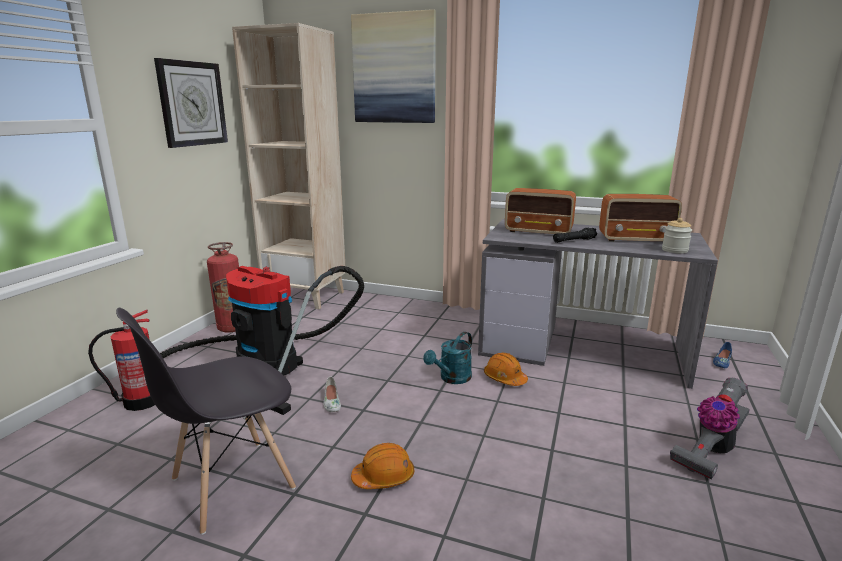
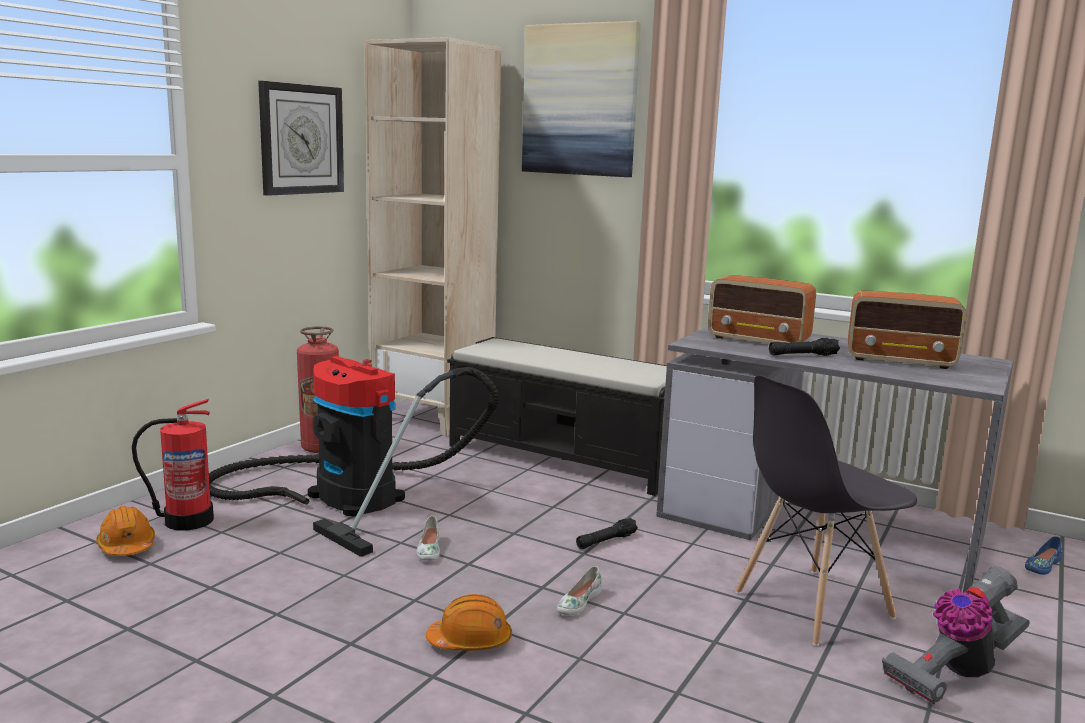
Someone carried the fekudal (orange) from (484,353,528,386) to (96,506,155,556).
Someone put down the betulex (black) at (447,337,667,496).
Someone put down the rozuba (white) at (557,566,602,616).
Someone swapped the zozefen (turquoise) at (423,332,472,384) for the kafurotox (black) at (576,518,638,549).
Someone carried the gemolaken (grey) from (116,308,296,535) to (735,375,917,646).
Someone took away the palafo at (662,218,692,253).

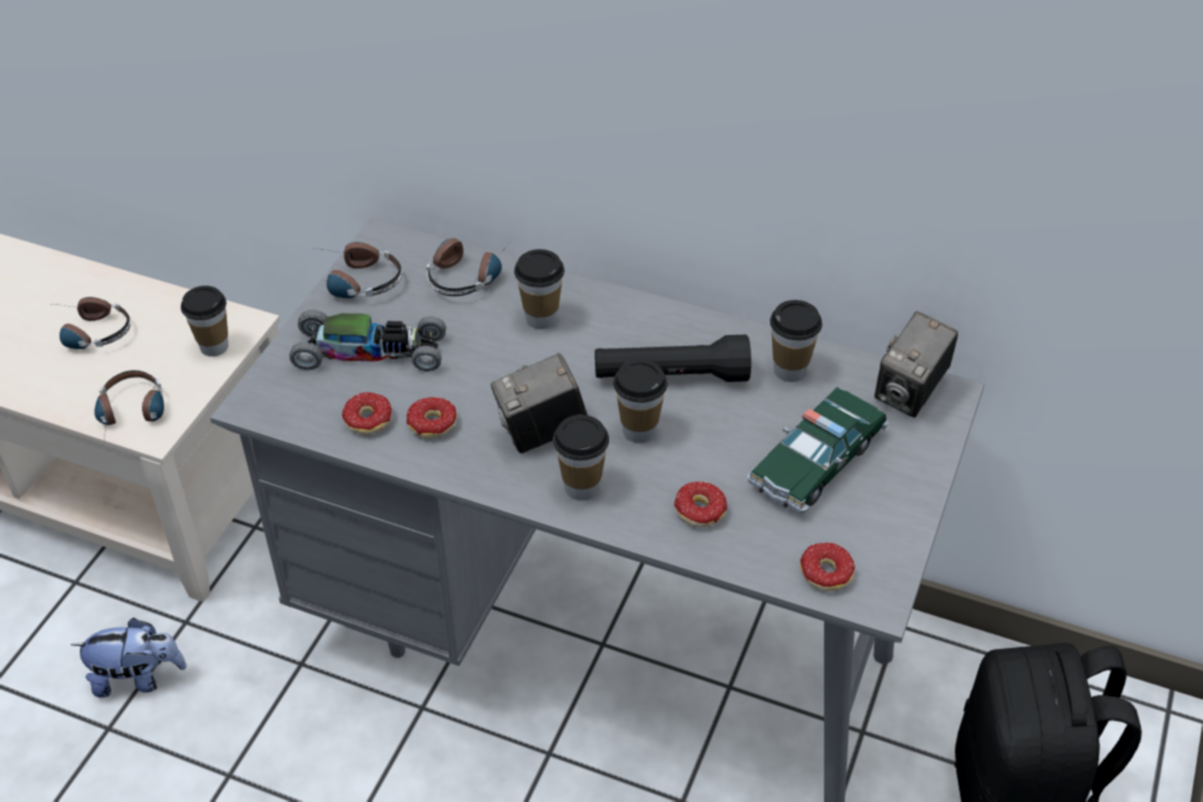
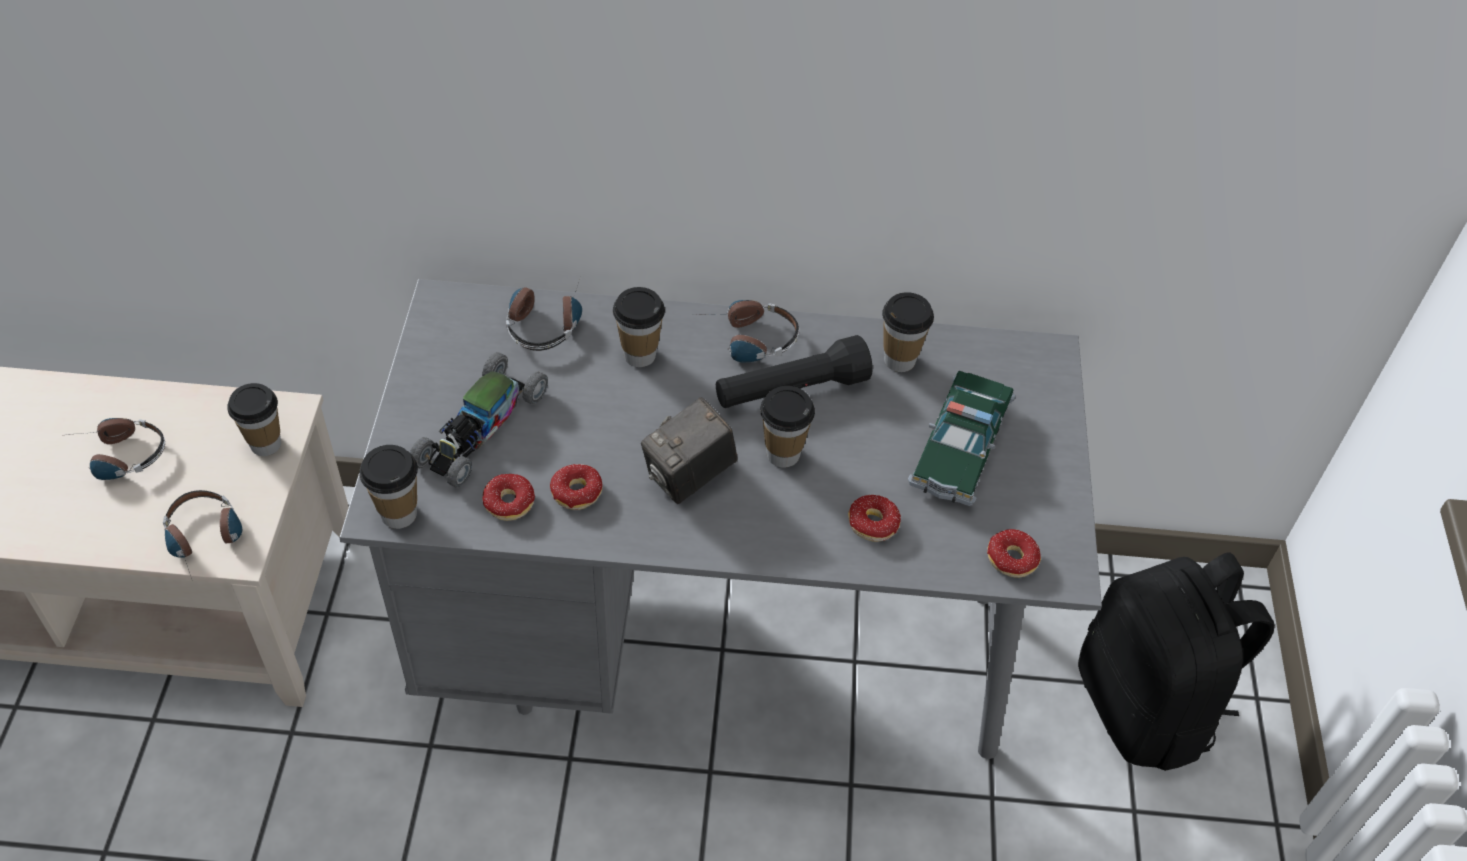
Someone carried the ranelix from (553,415,609,501) to (359,445,418,529).
Someone rotated the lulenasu at (289,310,446,372) by 135 degrees clockwise.
Someone carried the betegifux from (315,242,402,298) to (697,300,799,363).
Someone took away the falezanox at (71,618,187,698).
Someone took away the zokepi at (874,311,958,418).

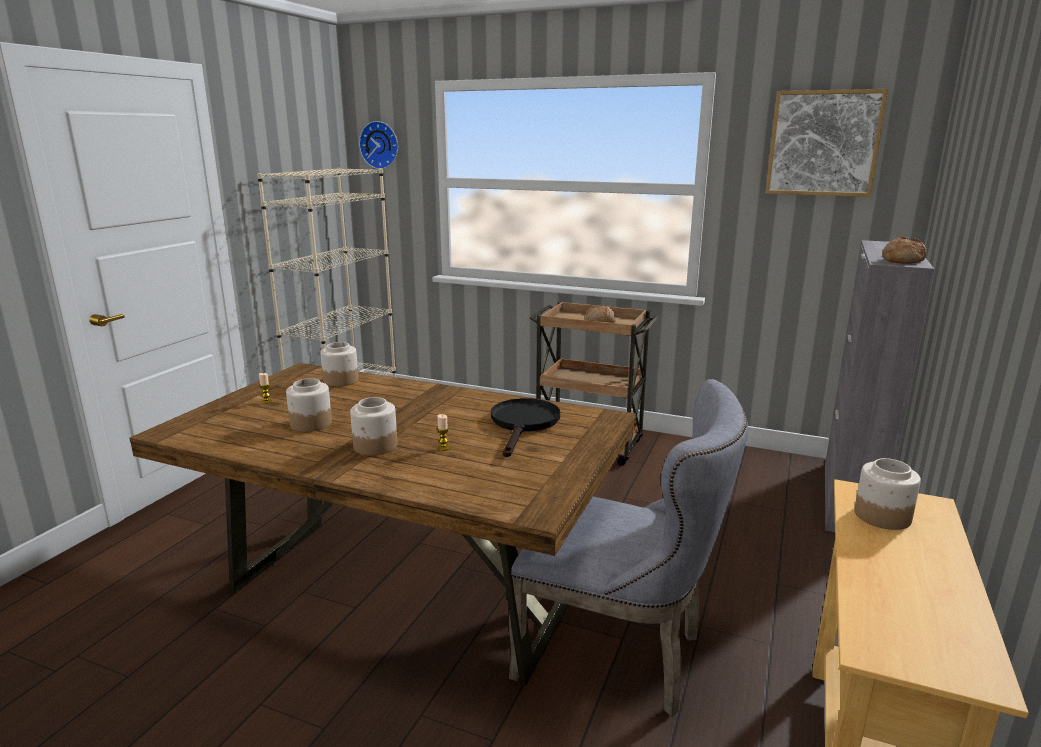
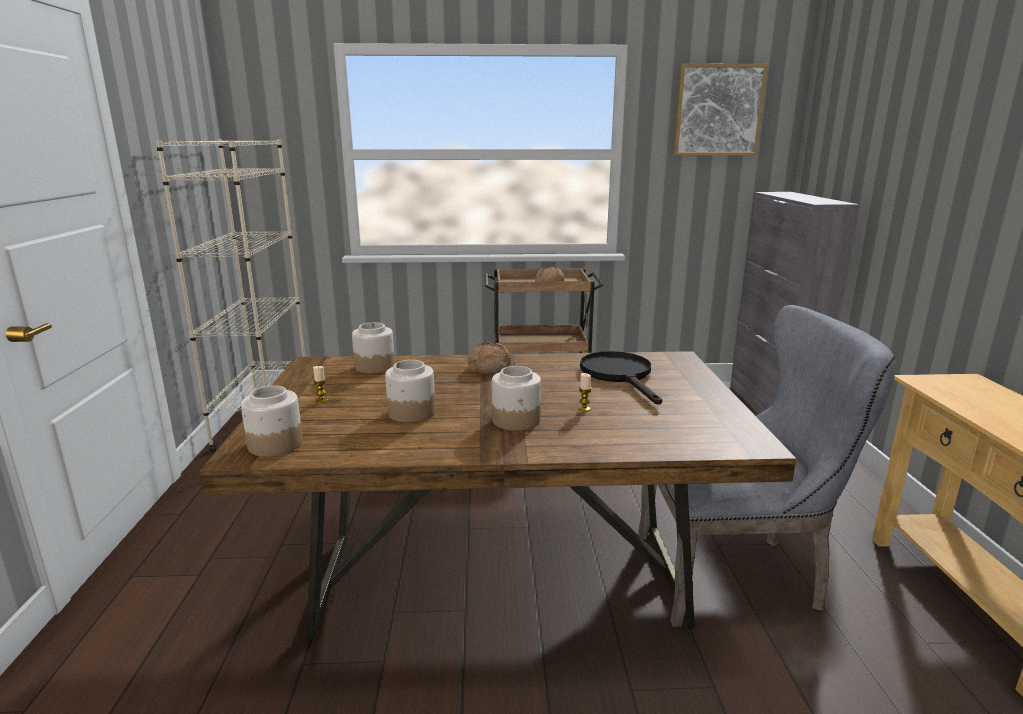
Someone carried the palafo from (855,458,921,530) to (241,386,303,457).
Someone carried the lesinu from (882,237,927,264) to (468,342,511,375).
Someone took away the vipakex at (359,121,398,169).

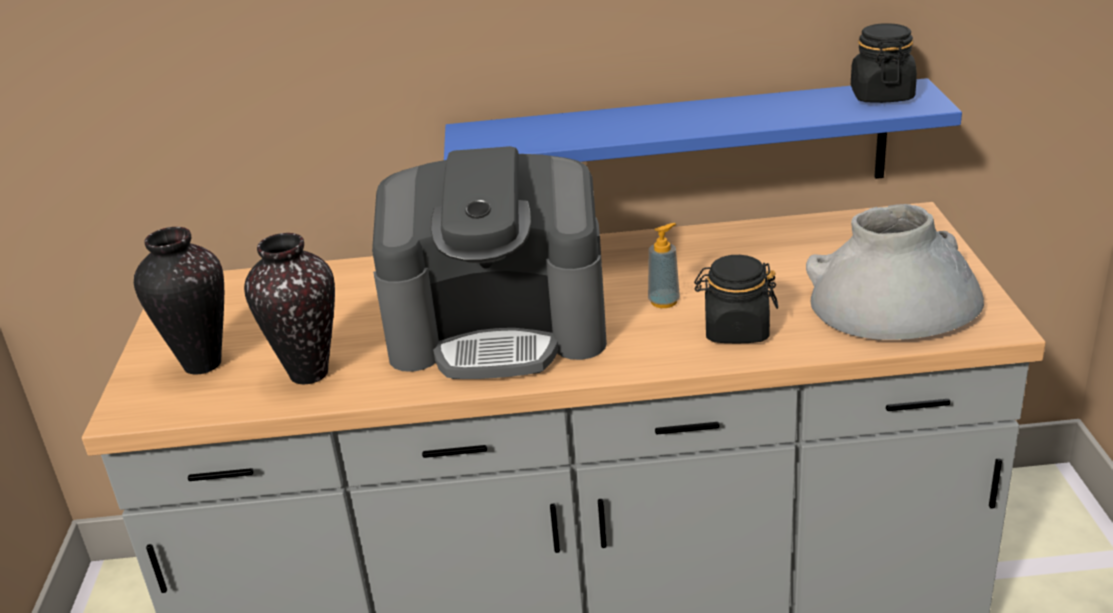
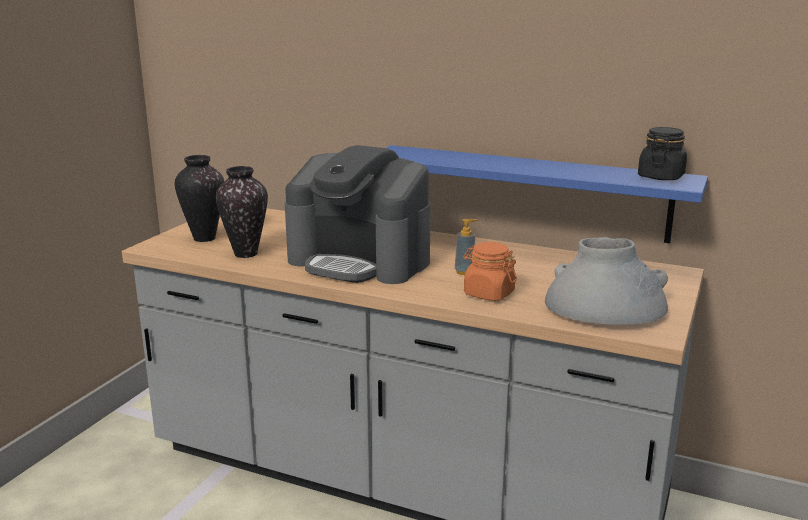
Someone repainted the palafo (black) at (694,255,778,343), which became the palafo (orange) at (464,242,517,301).

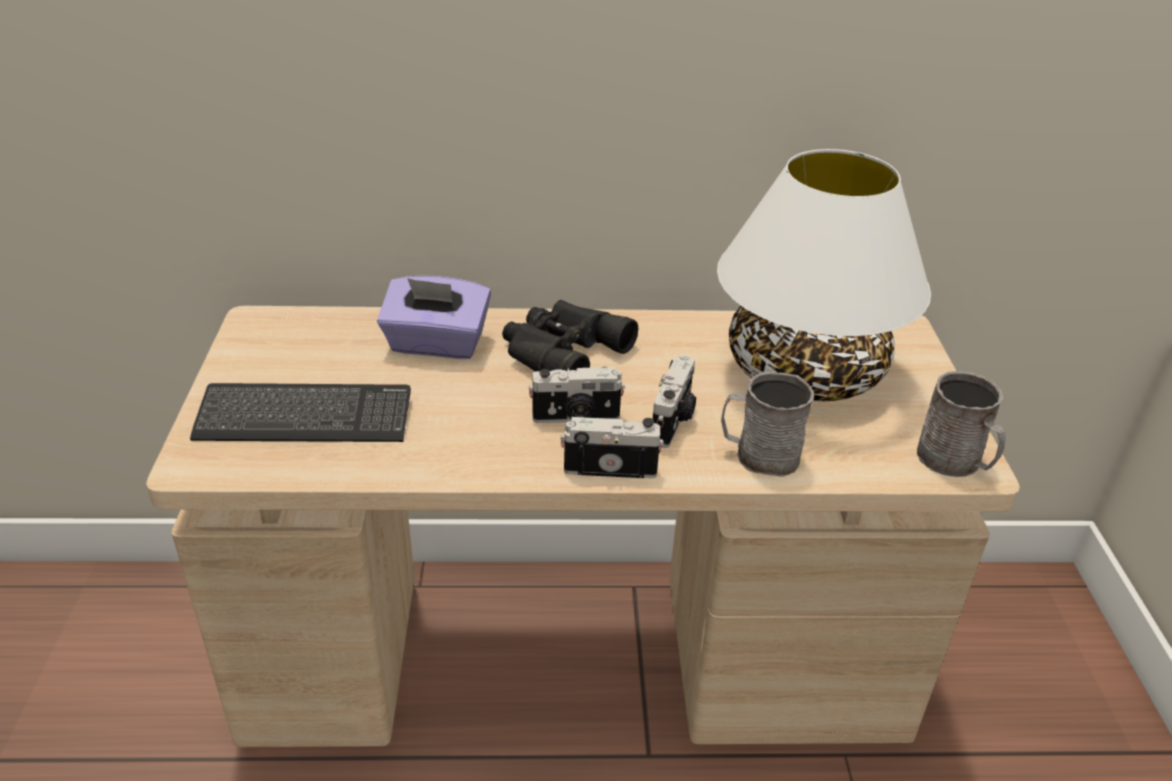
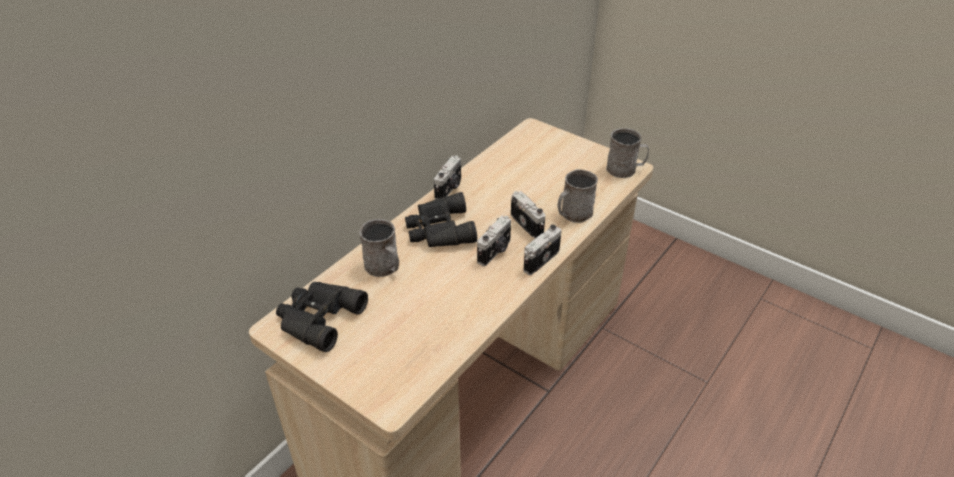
Someone put down the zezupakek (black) at (276,282,368,352).
Someone swapped the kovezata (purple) at (377,276,491,359) for the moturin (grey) at (359,219,399,277).
Someone put down the zokepi at (434,156,461,200).
Someone took away the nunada at (190,383,411,442).
Someone took away the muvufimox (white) at (717,149,931,402).

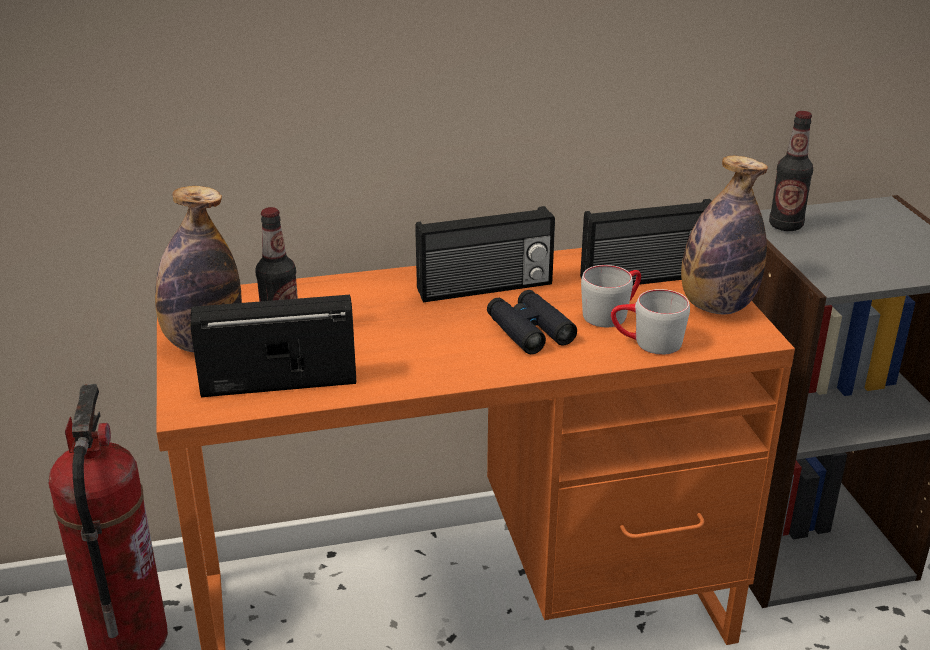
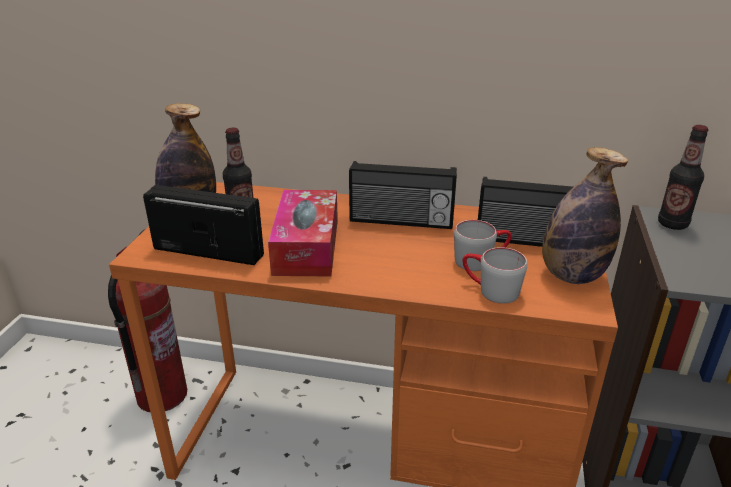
Someone put down the kovezata at (268,190,338,276).
Someone took away the zezupakek (black) at (487,290,577,354).

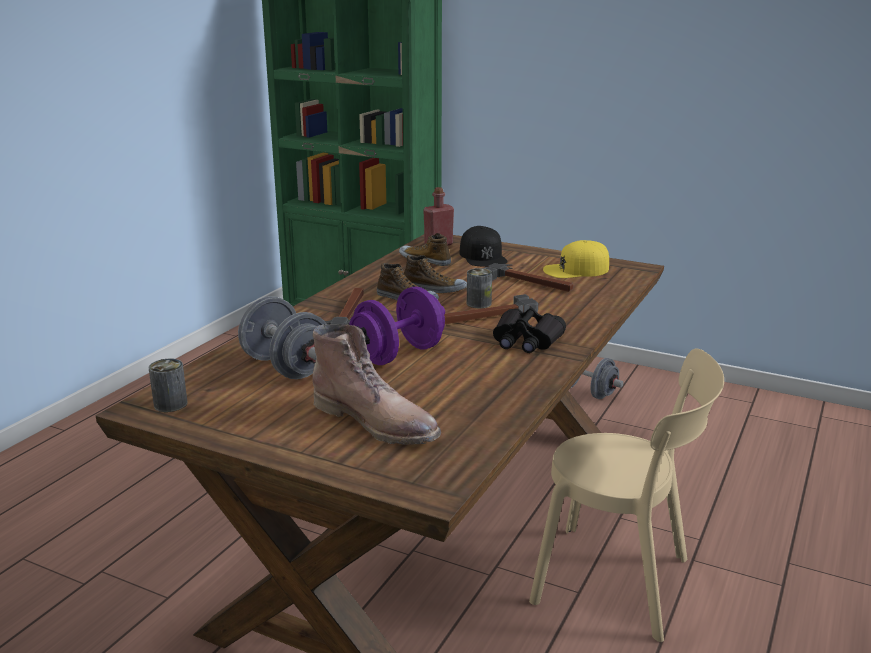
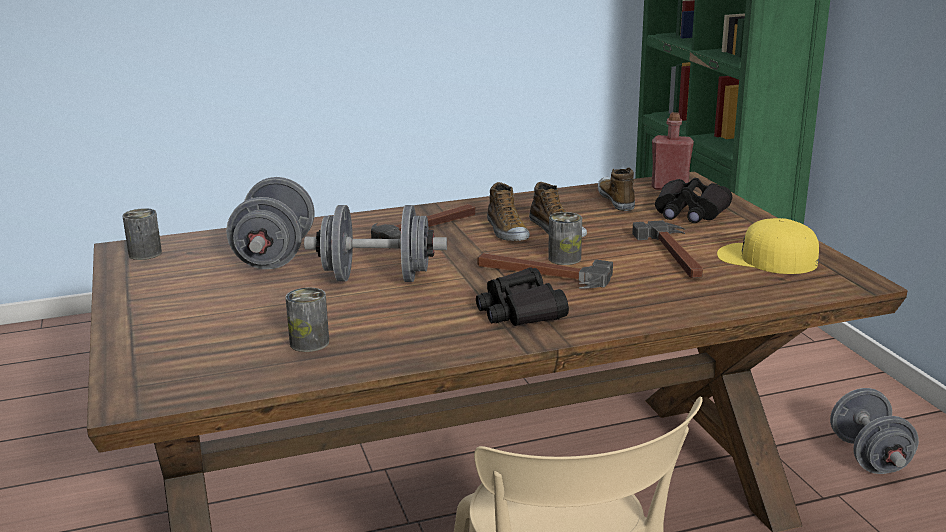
Someone put down the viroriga at (285,288,329,352).
Someone repainted the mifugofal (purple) at (349,286,445,365), which became the mifugofal (grey) at (304,205,447,282).
Someone swapped the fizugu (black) at (459,226,508,267) for the zezupakek (black) at (655,178,732,223).
Someone took away the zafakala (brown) at (312,324,441,445).

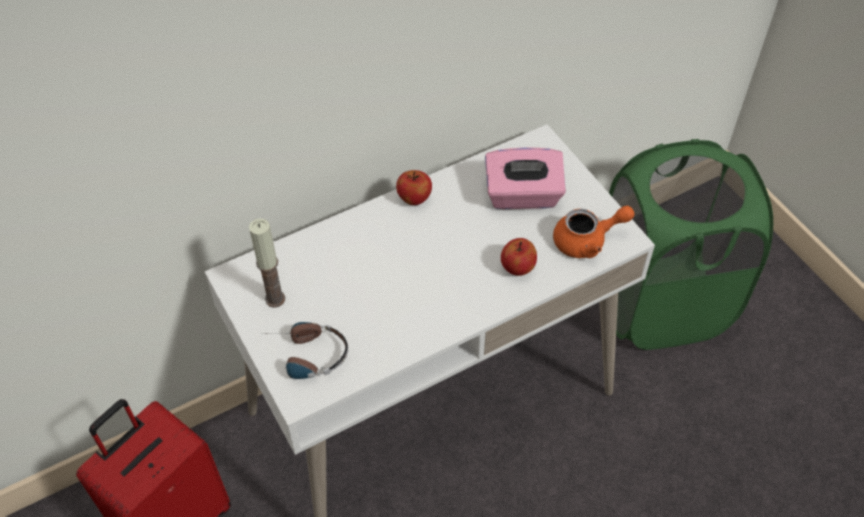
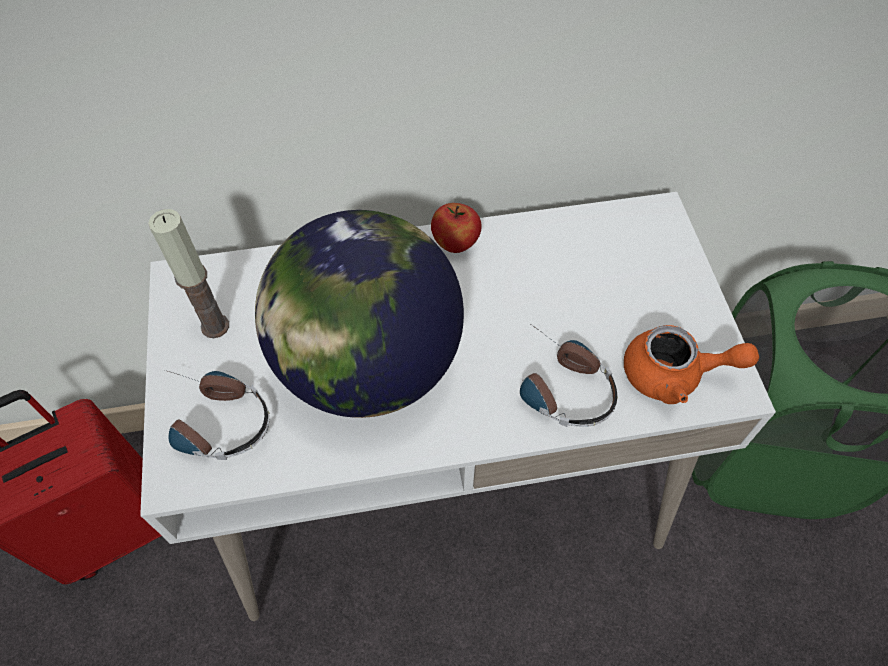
Someone put down the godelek at (255,210,464,418).
Someone swapped the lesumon at (501,238,537,276) for the betegifux at (520,323,618,427).
Someone took away the kovezata (pink) at (485,147,566,209).

